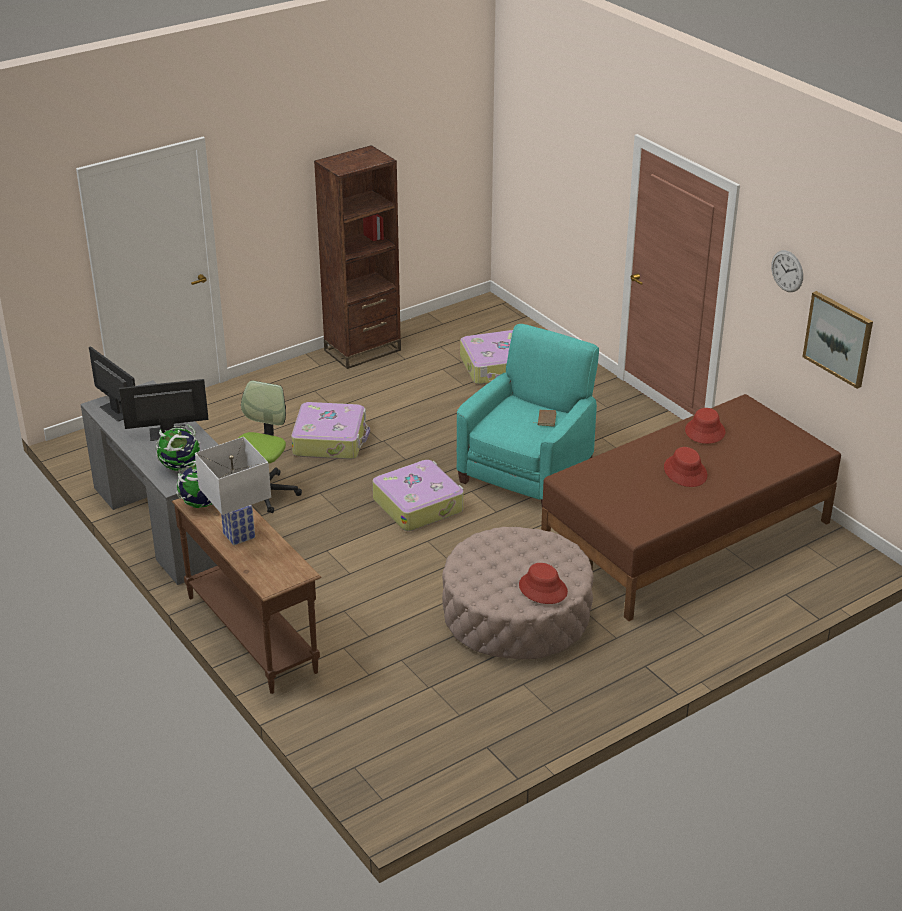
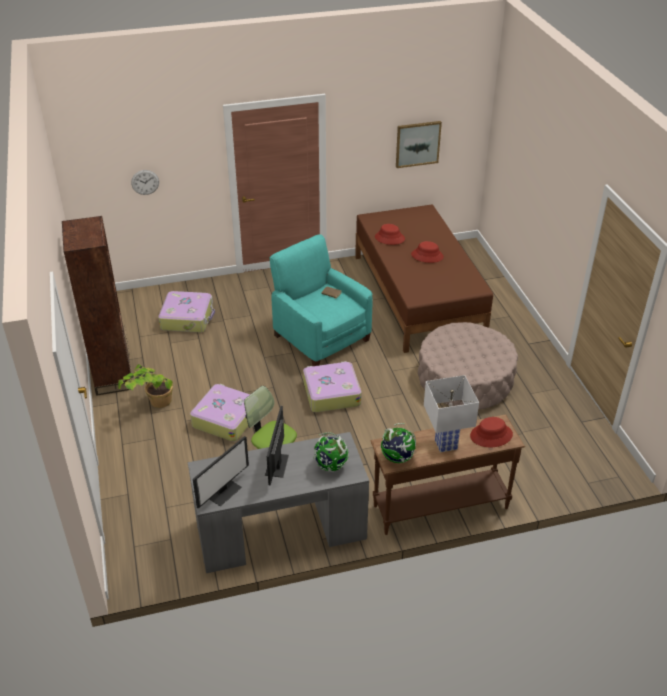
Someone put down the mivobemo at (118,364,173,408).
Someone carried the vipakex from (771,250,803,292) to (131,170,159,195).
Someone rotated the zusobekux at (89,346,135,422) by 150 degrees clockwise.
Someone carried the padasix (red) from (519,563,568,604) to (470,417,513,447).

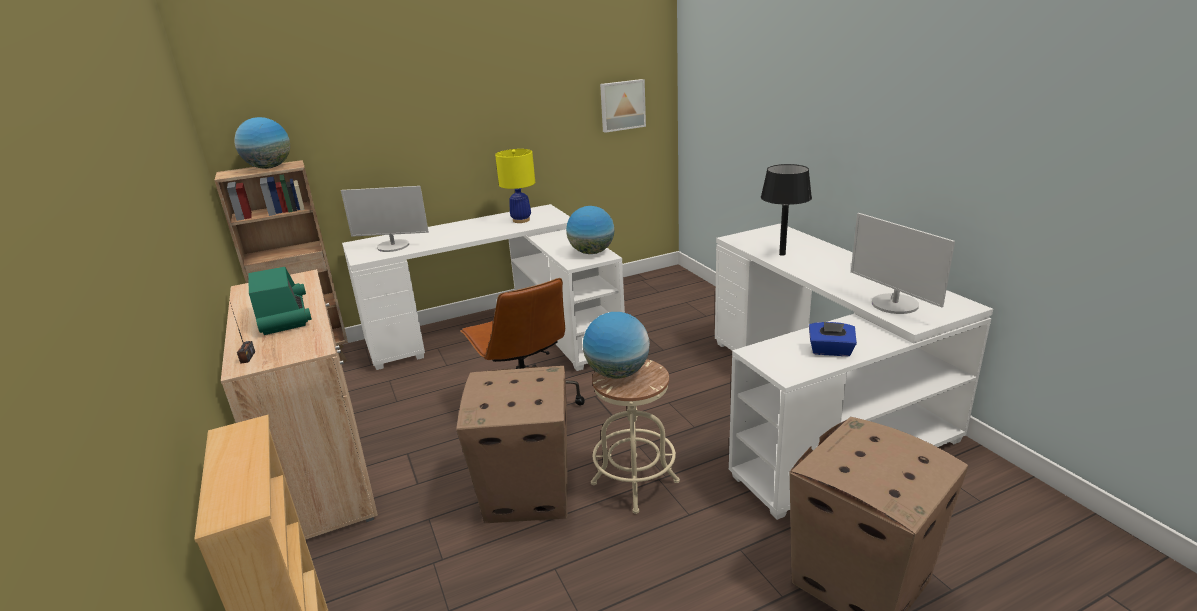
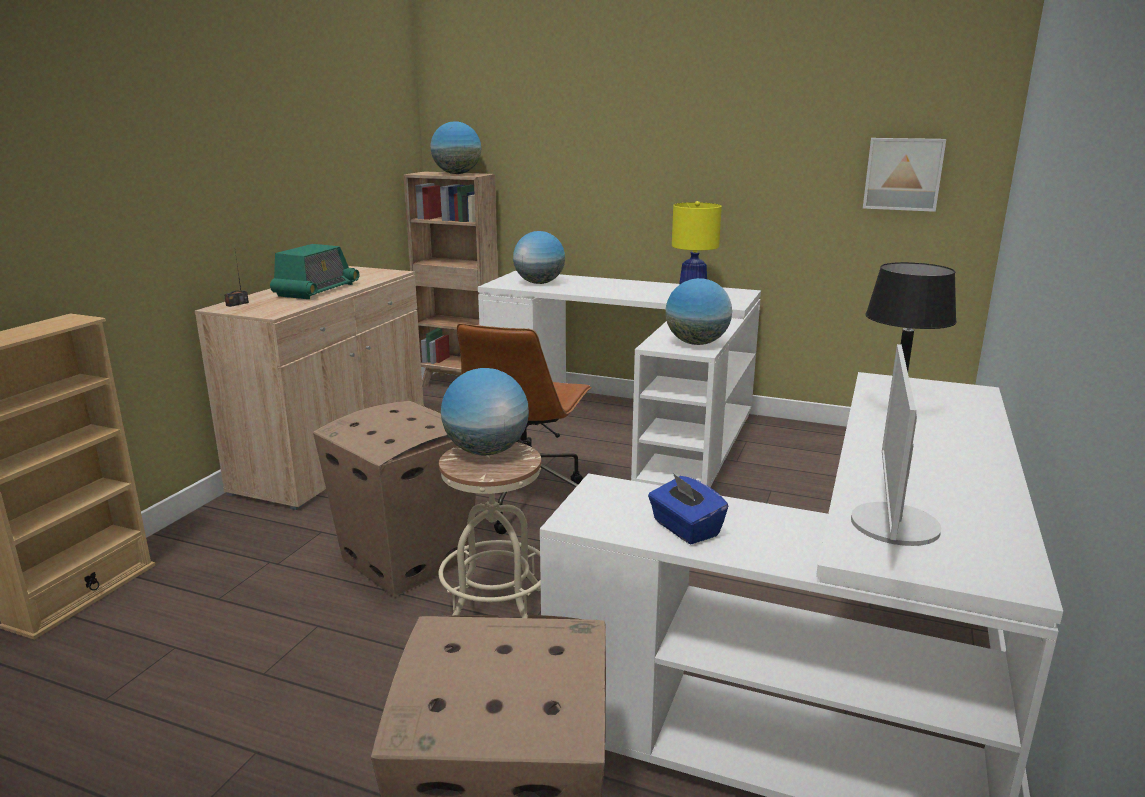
Someone swapped the zusobekux at (341,186,429,252) for the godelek at (513,231,565,284).

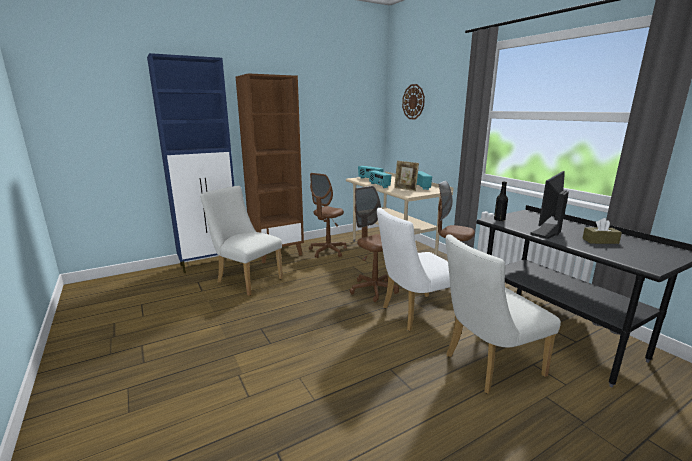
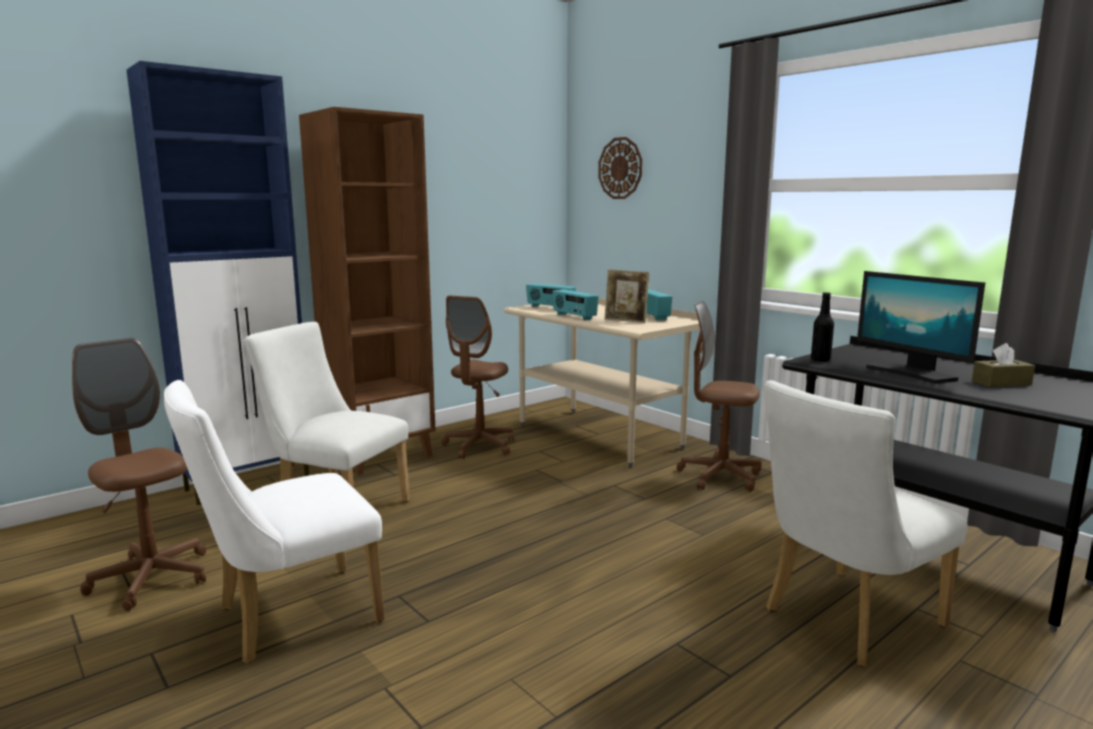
Someone carried the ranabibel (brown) from (350,186,399,302) to (72,338,206,611).
Someone carried the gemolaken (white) from (377,208,456,331) to (164,380,385,663).
Someone rotated the zusobekux at (530,171,569,239) by 60 degrees counterclockwise.

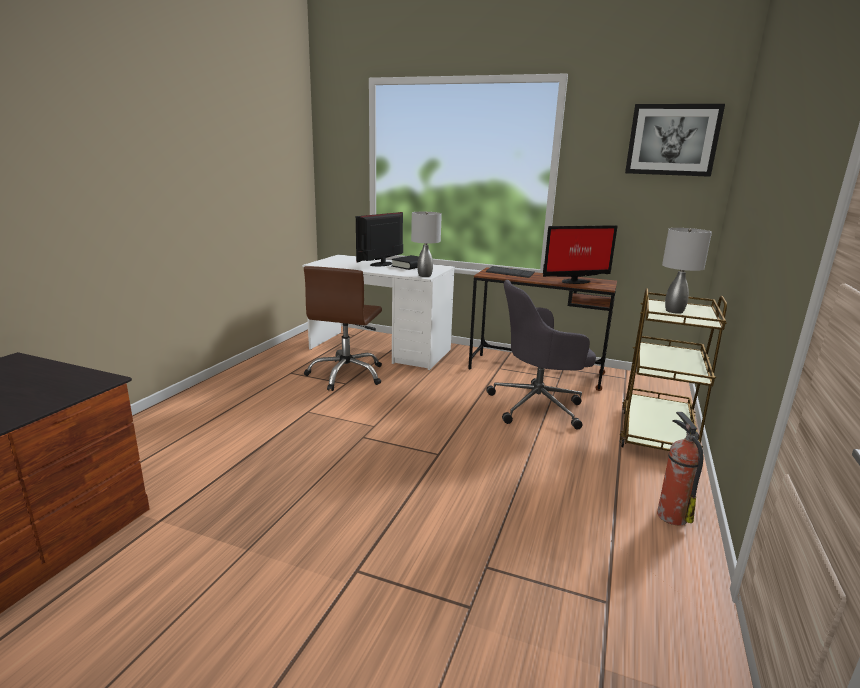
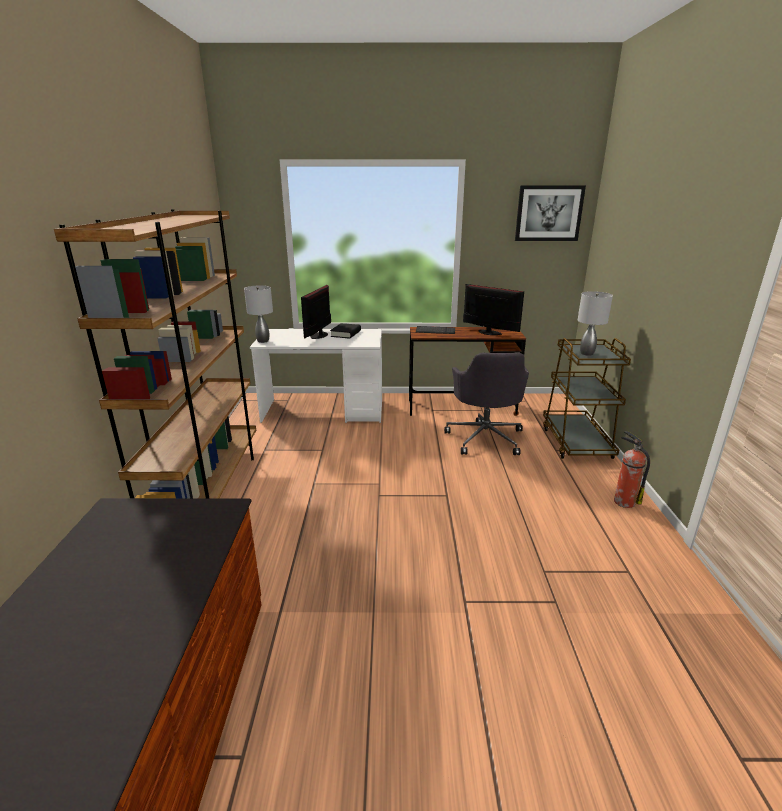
Someone put down the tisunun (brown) at (54,209,256,498).
Someone carried the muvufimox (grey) from (411,212,442,277) to (244,285,273,343).
Someone rotated the ranabibel (grey) at (486,280,596,430) by 60 degrees counterclockwise.
Someone rotated the zusobekux at (543,225,618,284) by 105 degrees counterclockwise.
Someone took away the ranabibel (brown) at (304,266,382,391).

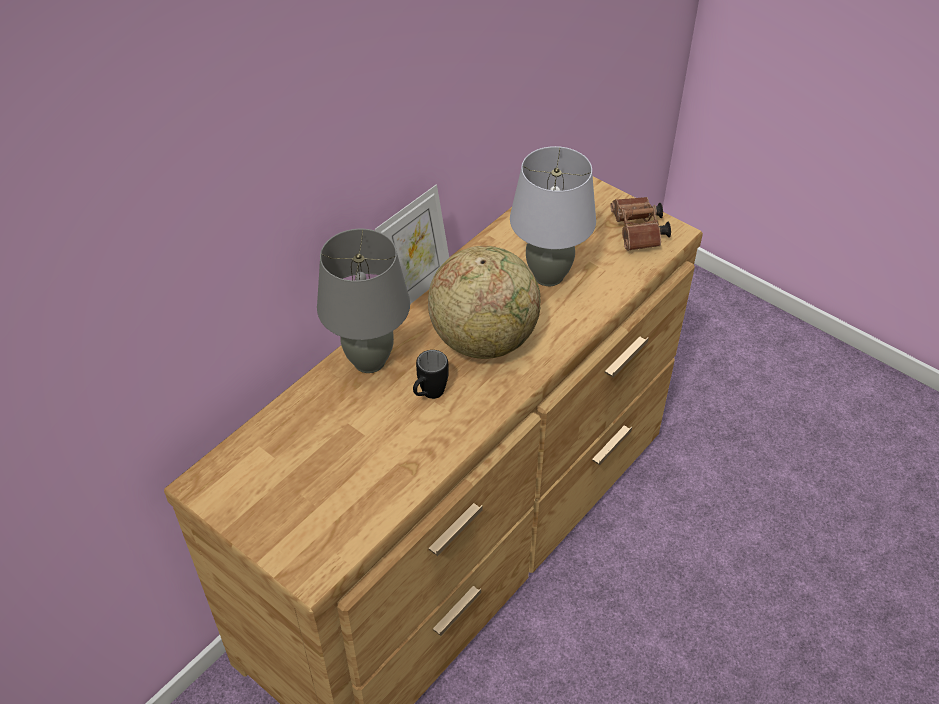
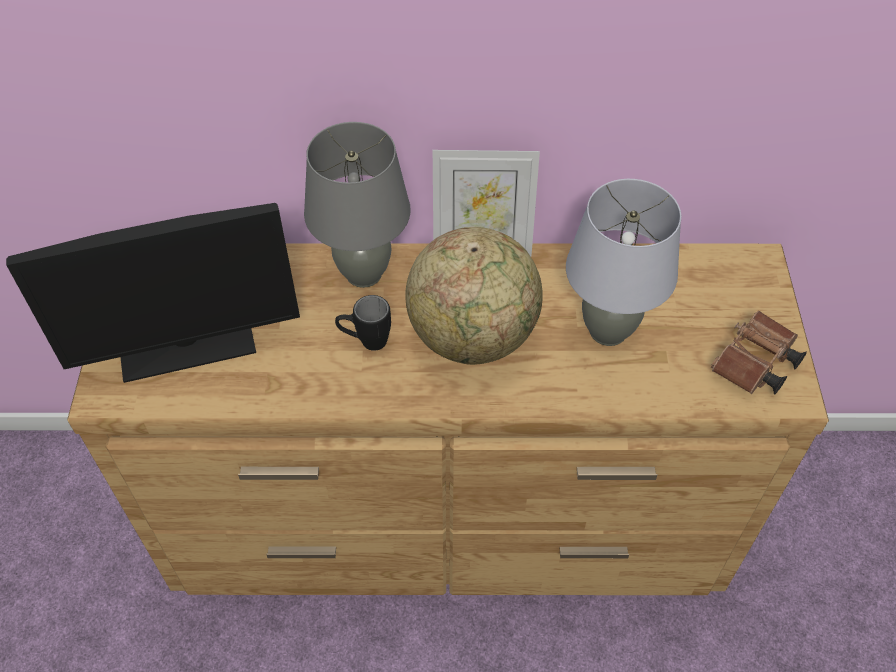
Someone put down the zusobekux at (6,203,300,383).

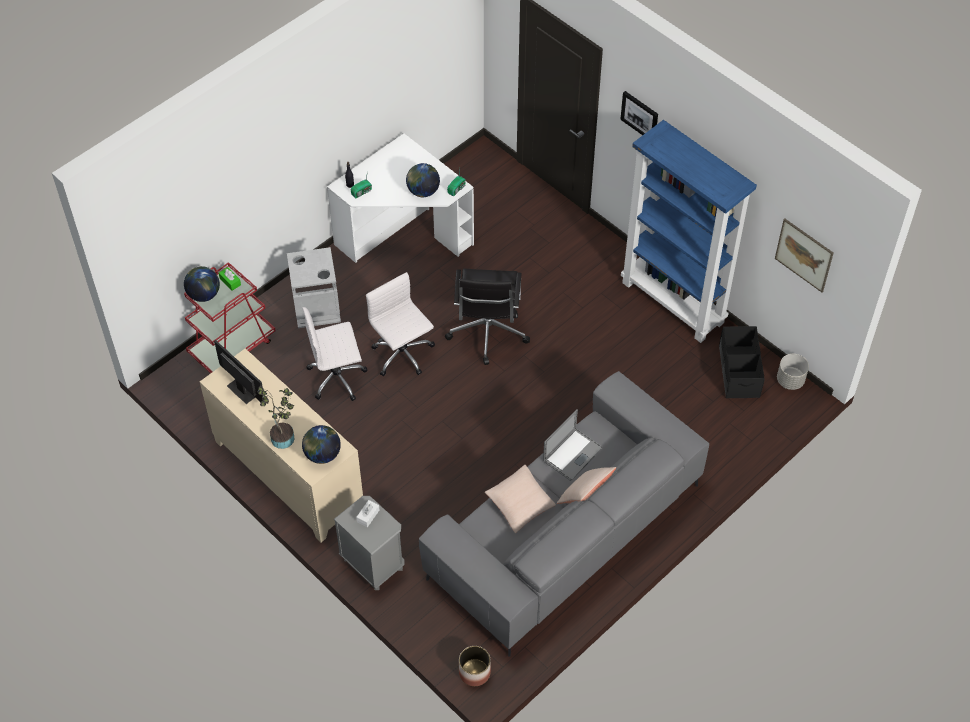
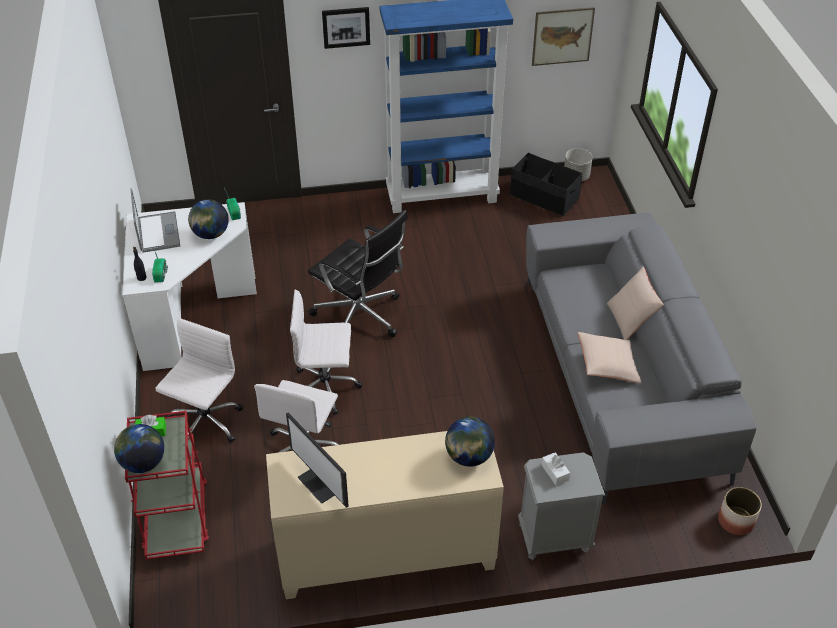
Someone carried the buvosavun from (543,409,603,481) to (131,188,180,253).
Someone swapped the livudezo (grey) at (287,247,341,328) for the ranabibel (white) at (155,318,243,443).
Someone rotated the zusobekux at (214,340,266,405) by 120 degrees counterclockwise.
Someone took away the mivobemo at (258,386,294,449).

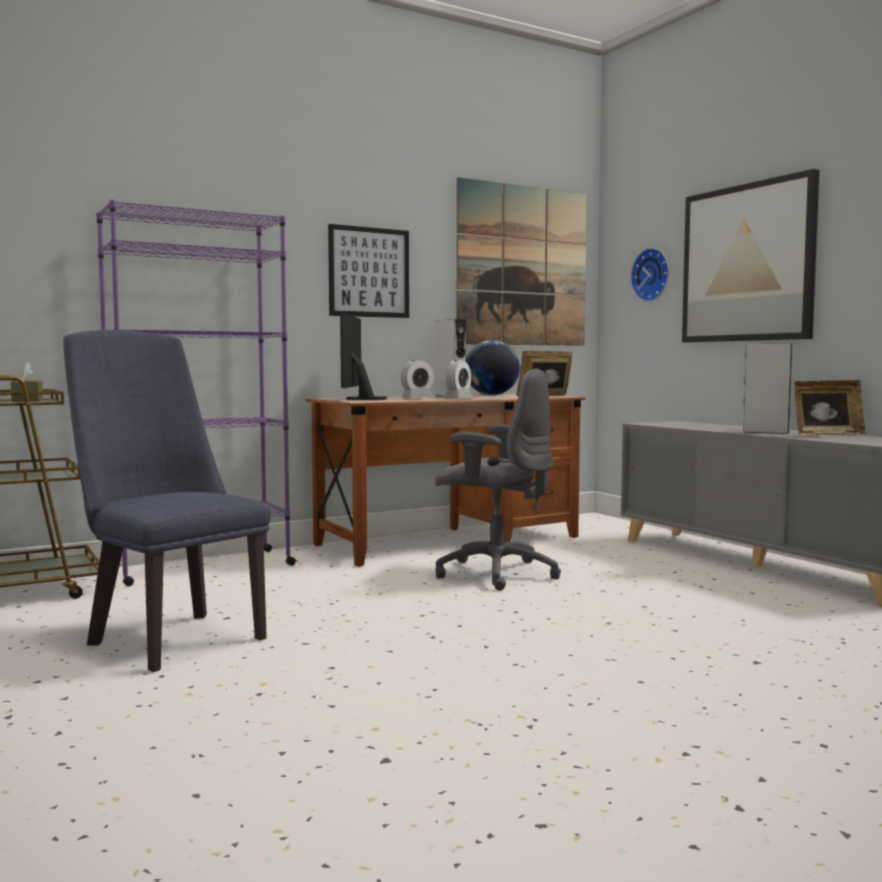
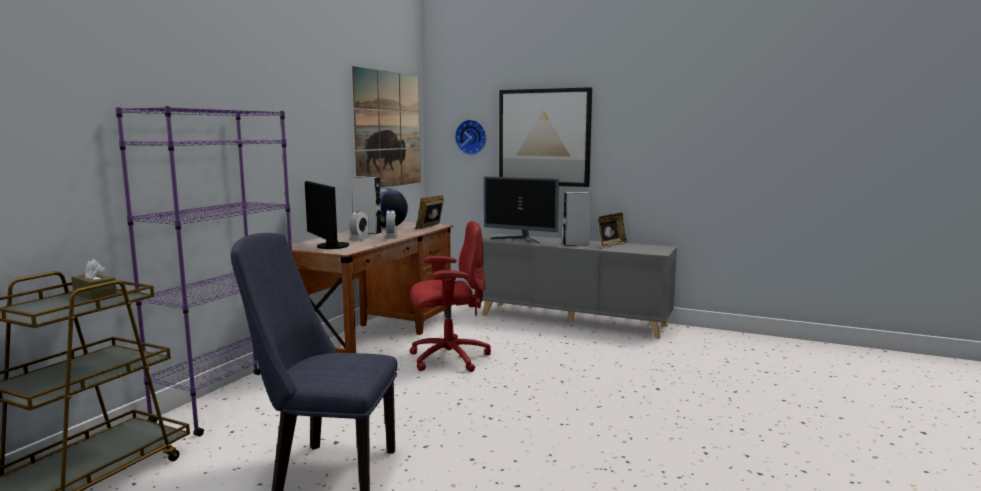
Someone repainted the ranabibel (grey) at (435,369,561,590), which became the ranabibel (red) at (410,221,491,372).
Someone put down the zusobekux at (484,176,559,244).
Someone took away the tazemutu at (328,224,409,318).

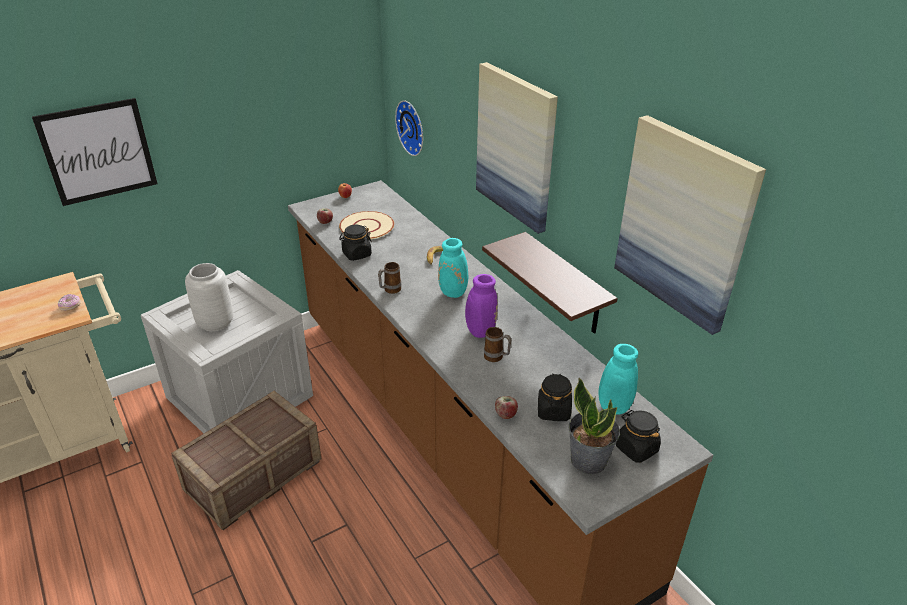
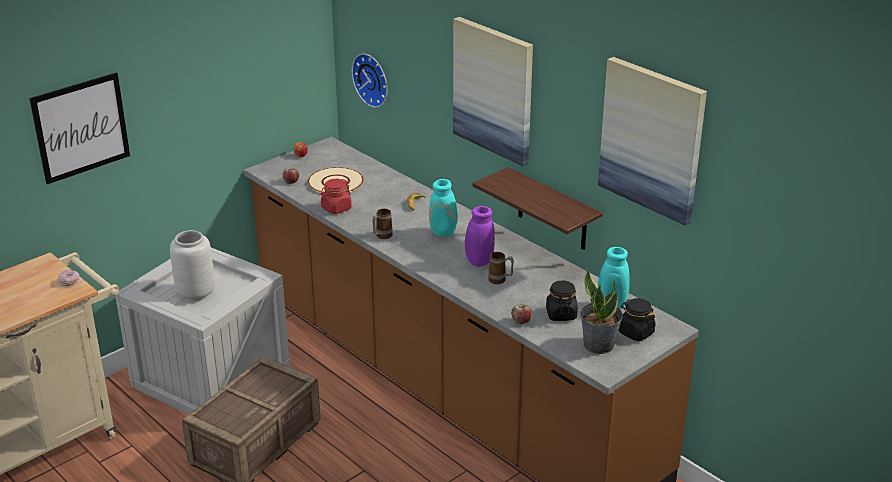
Someone repainted the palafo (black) at (339,225,372,261), which became the palafo (red) at (320,179,352,214).

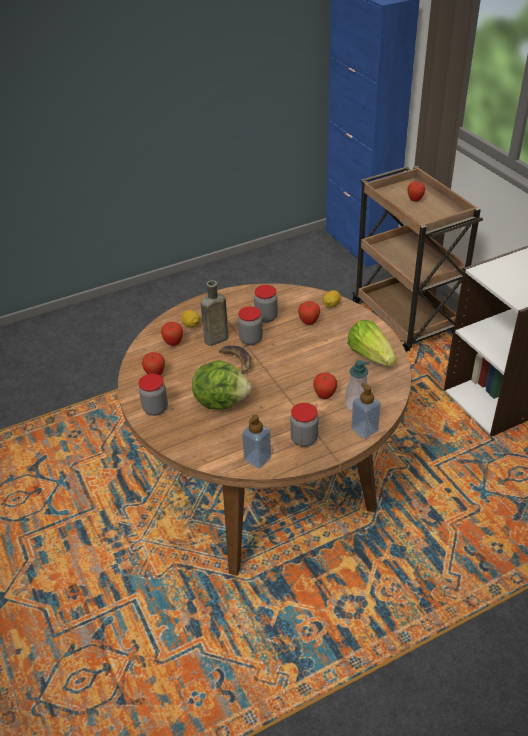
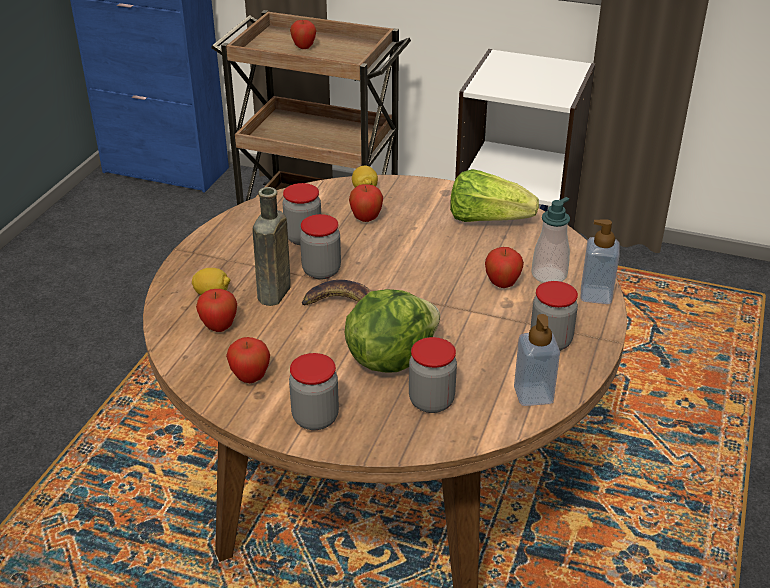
Someone put down the palafo at (409,337,457,413).

